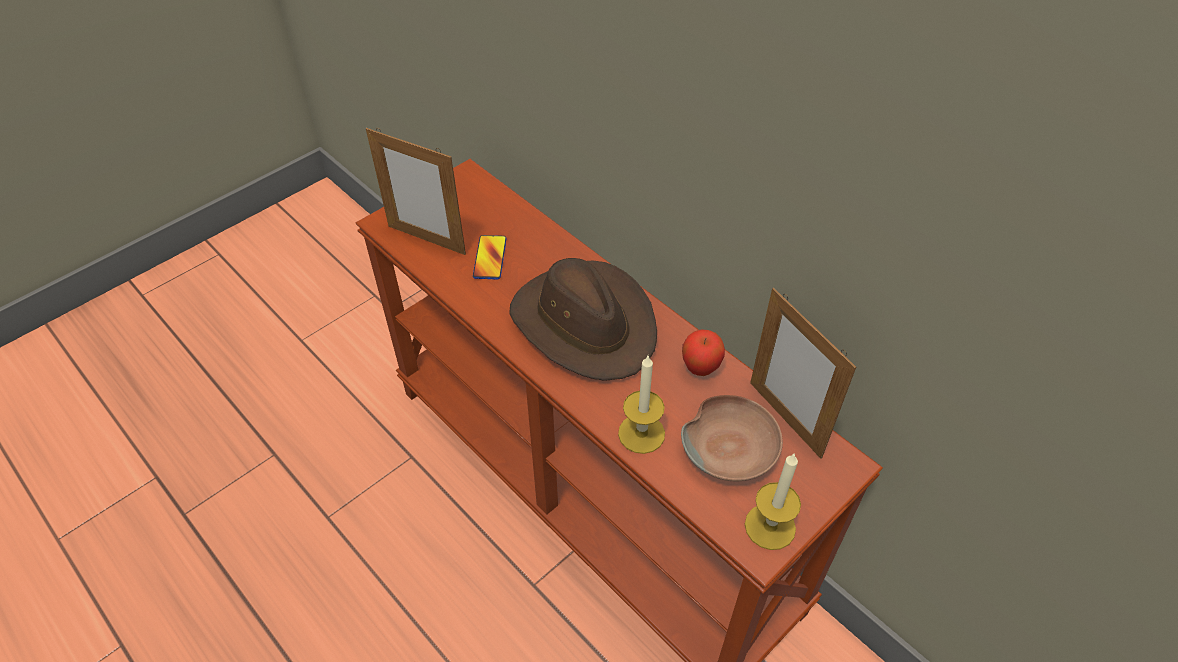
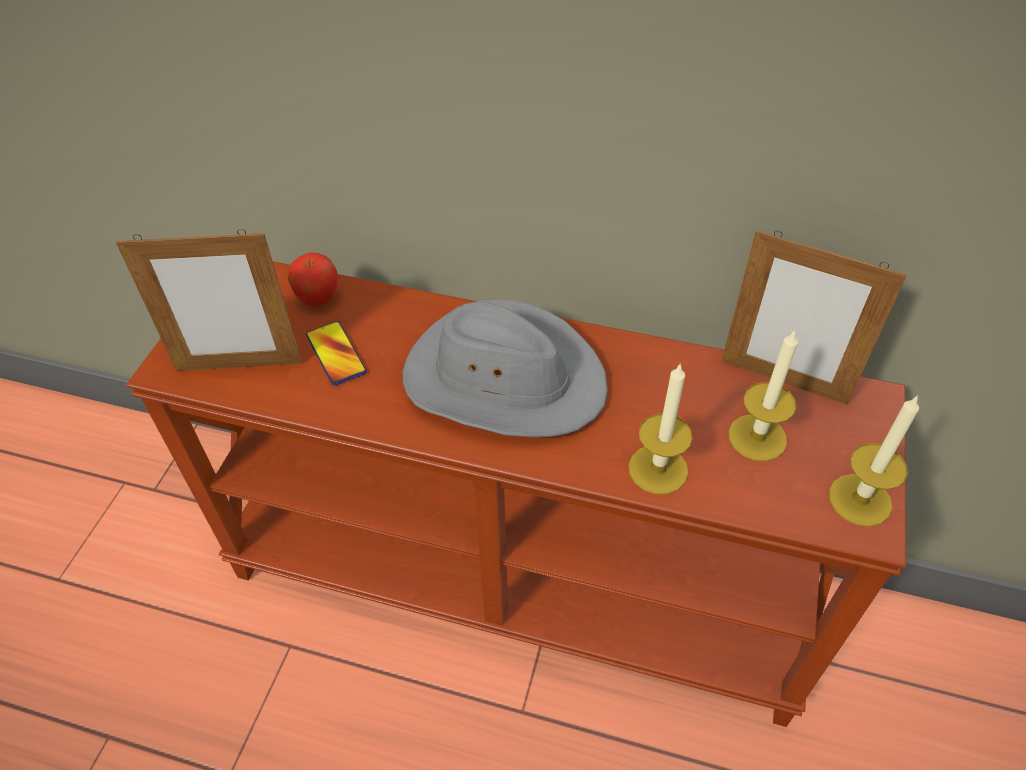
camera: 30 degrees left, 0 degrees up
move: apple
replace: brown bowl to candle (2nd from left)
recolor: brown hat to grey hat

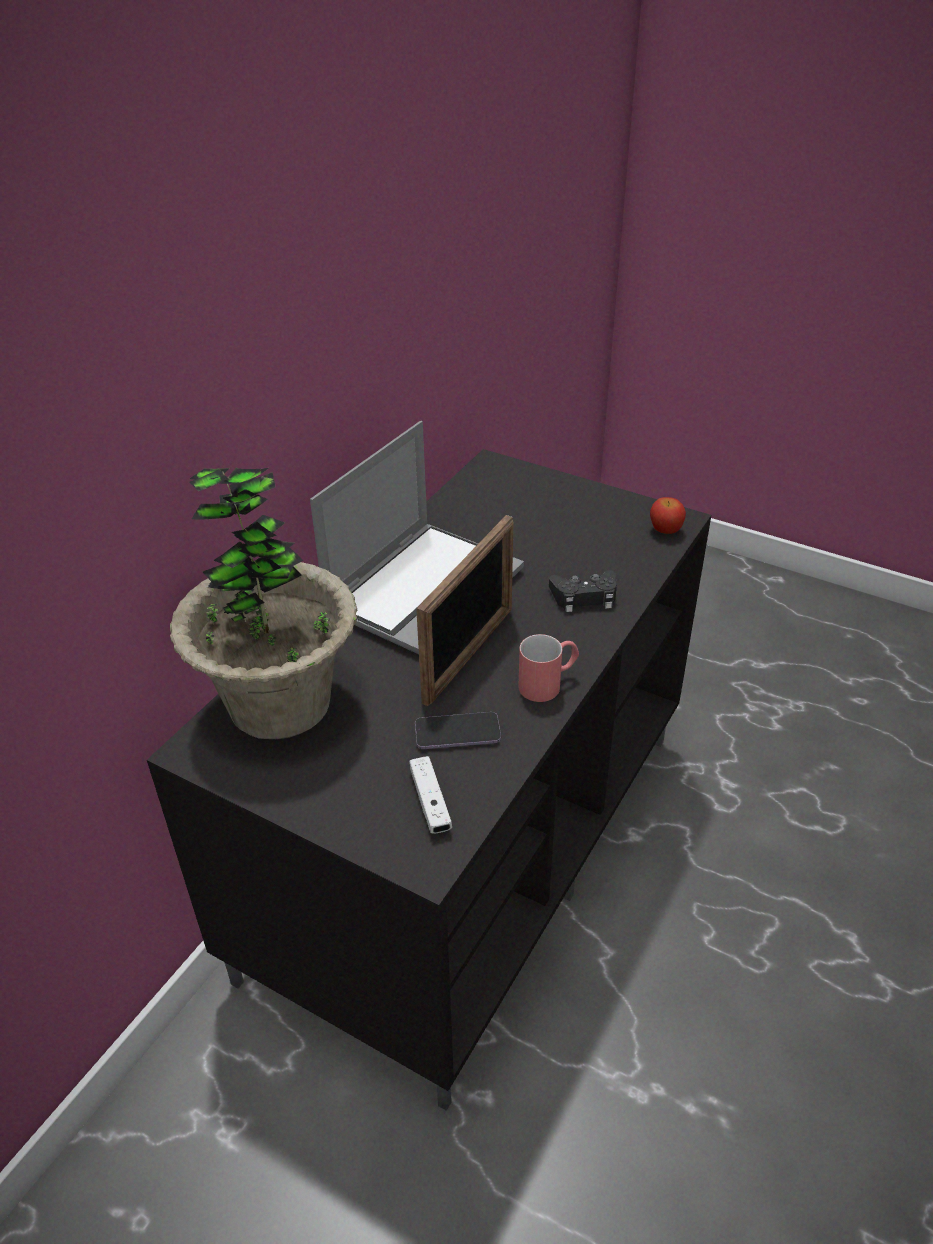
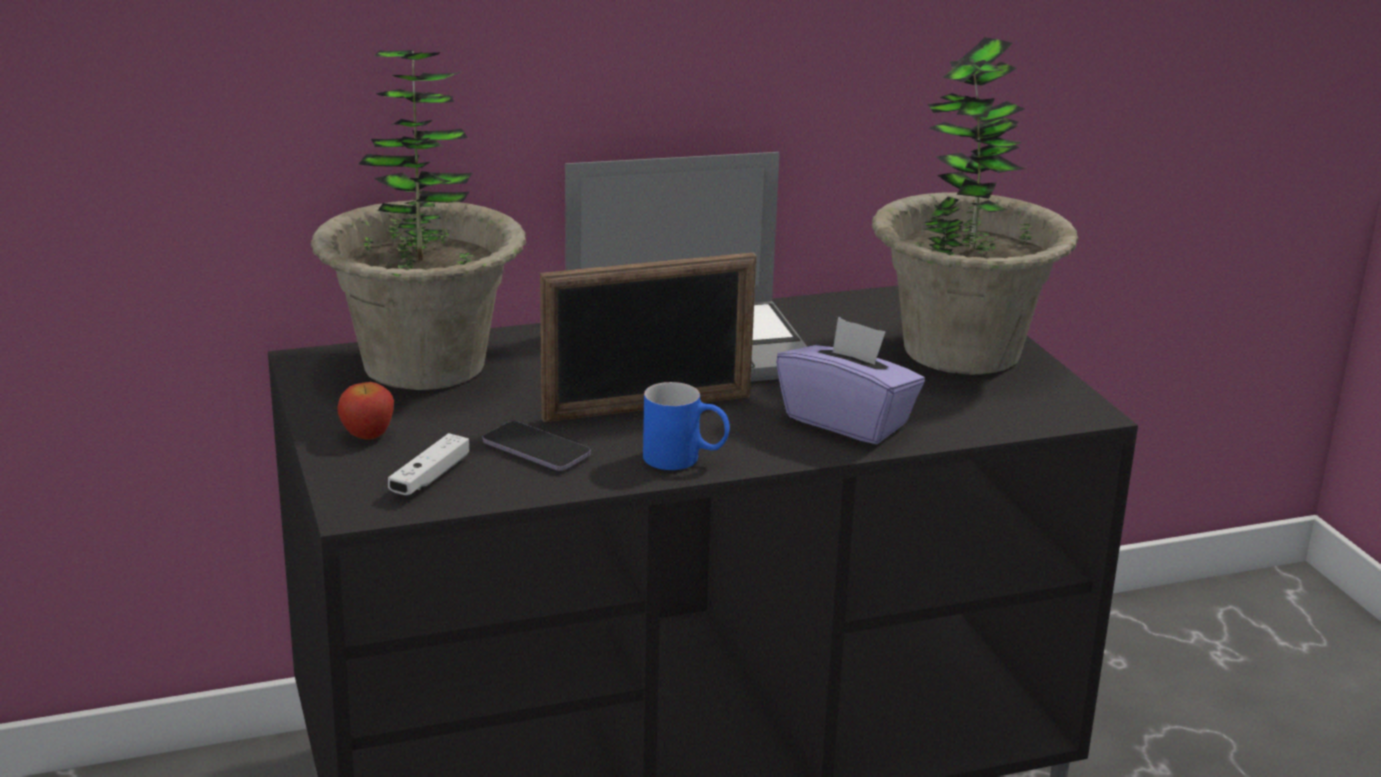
camera: 40 degrees right, 15 degrees down
insert: potted plant (2nd from left)
move: apple
replace: black game controller to purple tissue box
recolor: red mug to blue mug

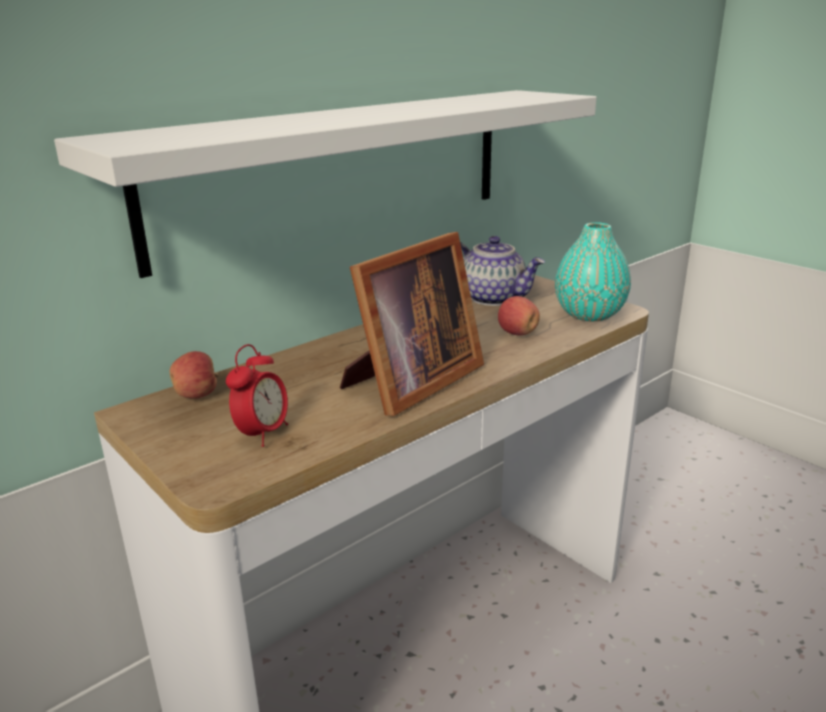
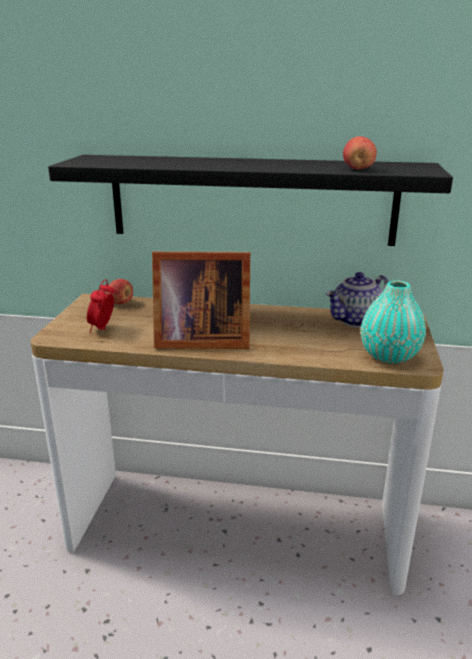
camera: 50 degrees right, 0 degrees up
move: apple (2nd from left)
recolor: white shelf to black shelf
rotate: alarm clock 120 degrees clockwise; teapot 60 degrees clockwise

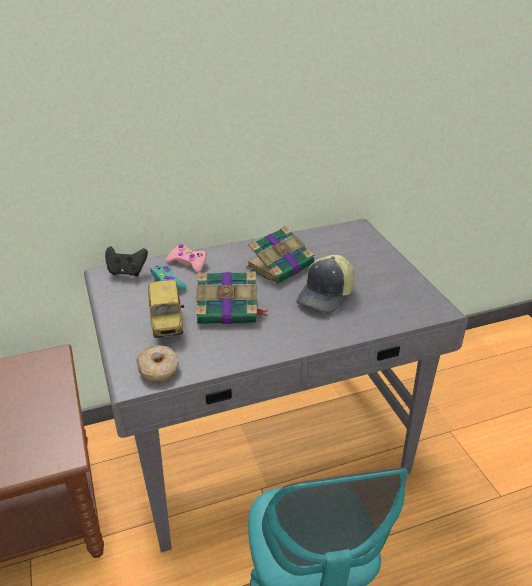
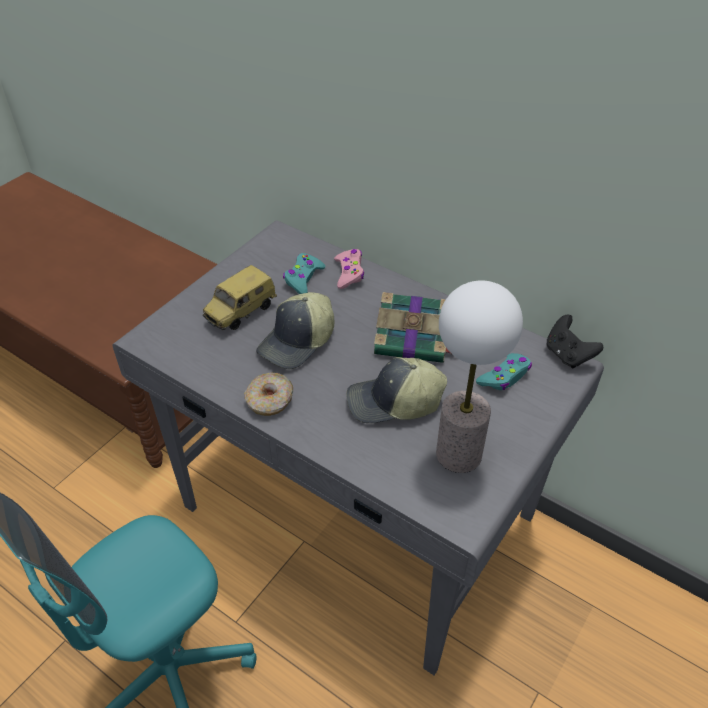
camera: 55 degrees right, 10 degrees up
insert: table lamp; turquoise game controller (2nd from left)
move: black game controller; donut
replace: book (1st from left) to cap (1st from left)

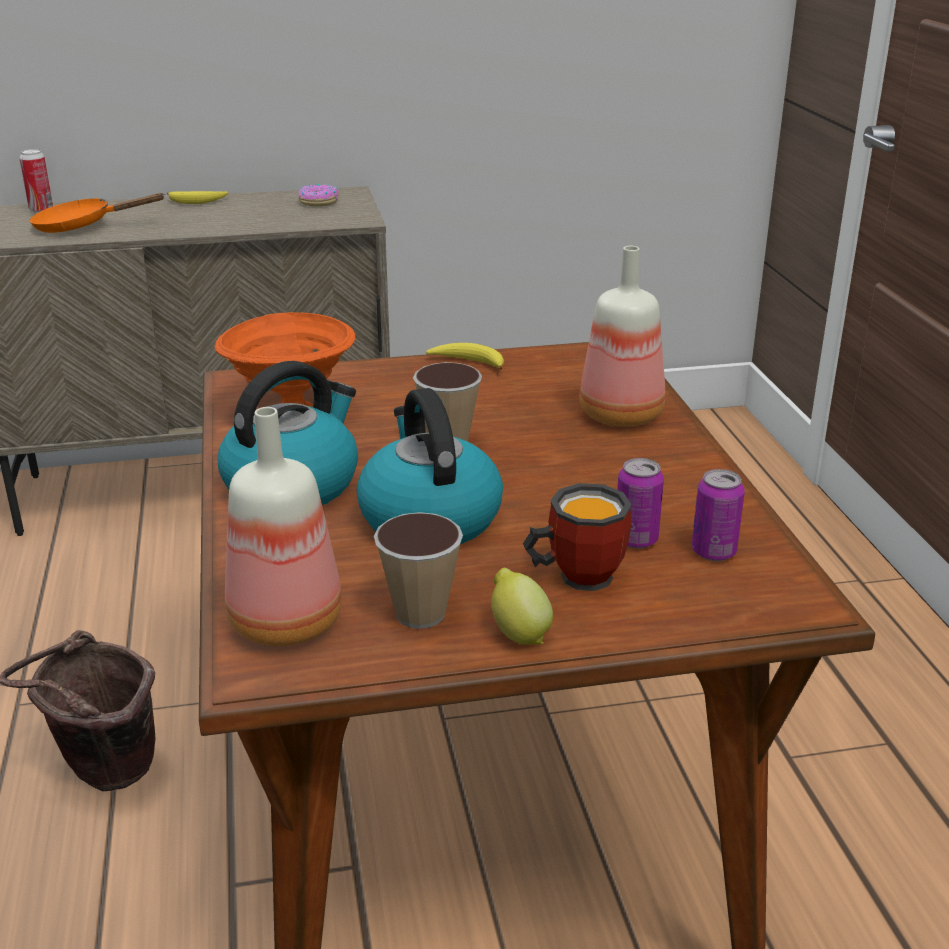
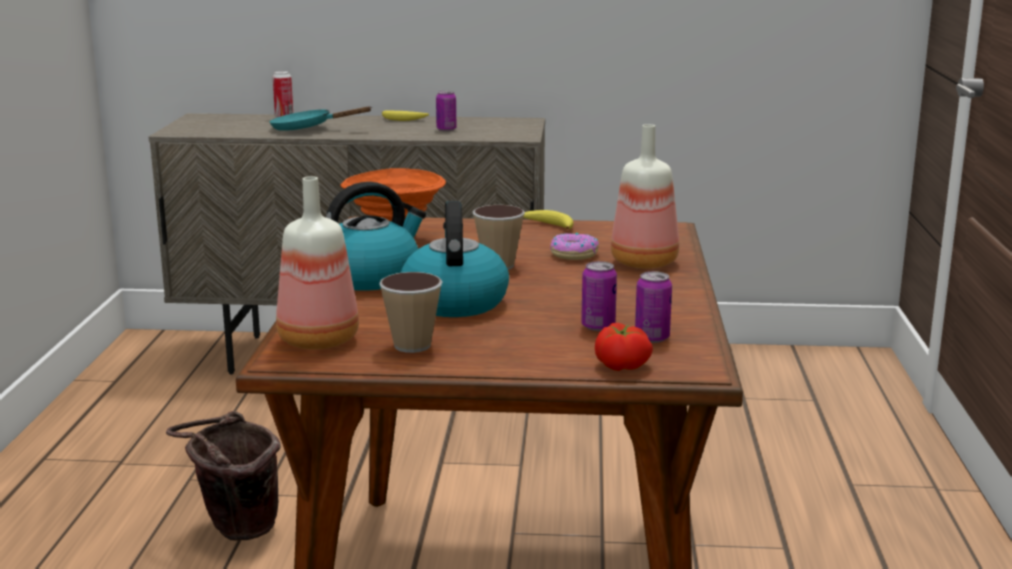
camera: 15 degrees right, 10 degrees down
delete: lemon; mug
insert: can (2nd from left); tomato
move: donut
recolor: orange frying pan to turquoise frying pan

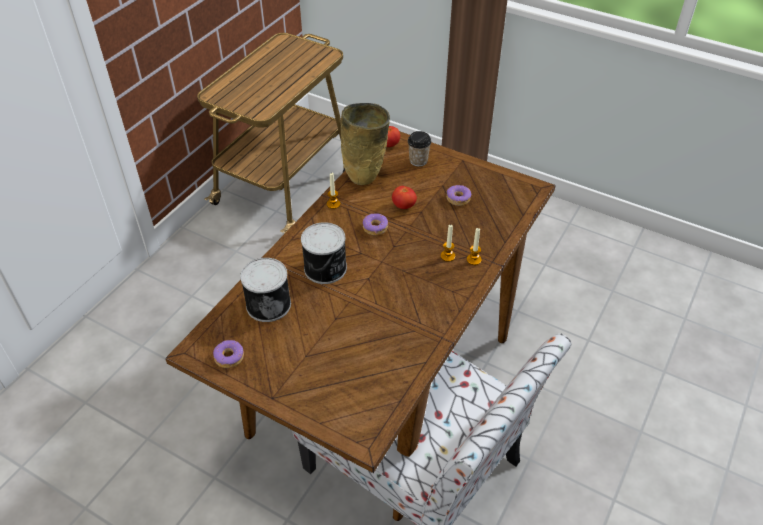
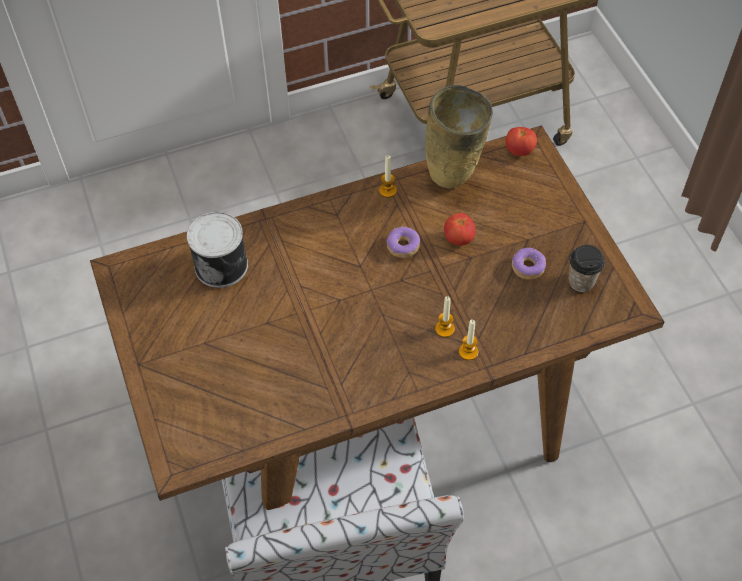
camera: 40 degrees right, 10 degrees up
delete: donut (1st from left); can (2nd from left)
move: cup

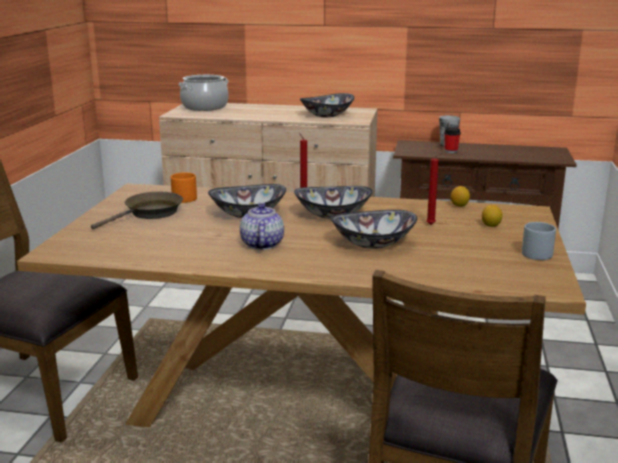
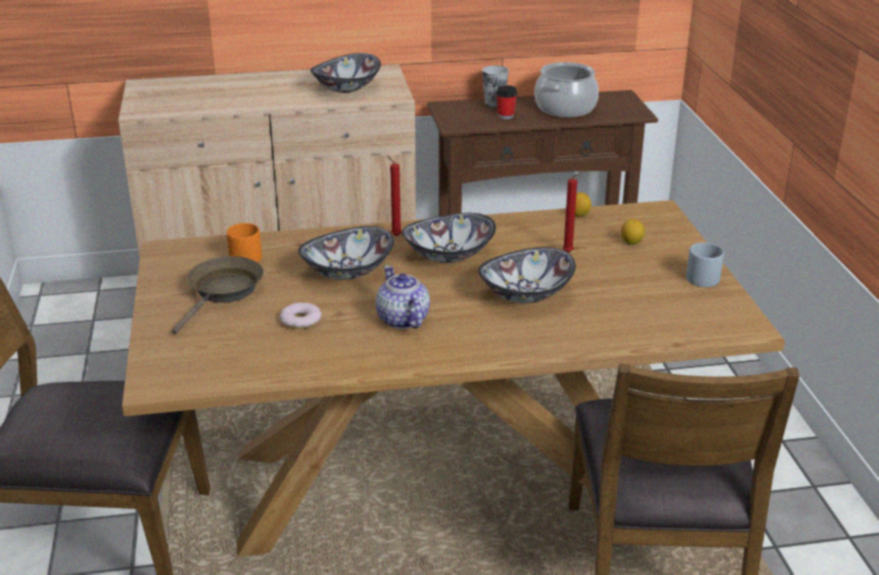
camera: 20 degrees left, 10 degrees up
insert: donut
move: cooking pot

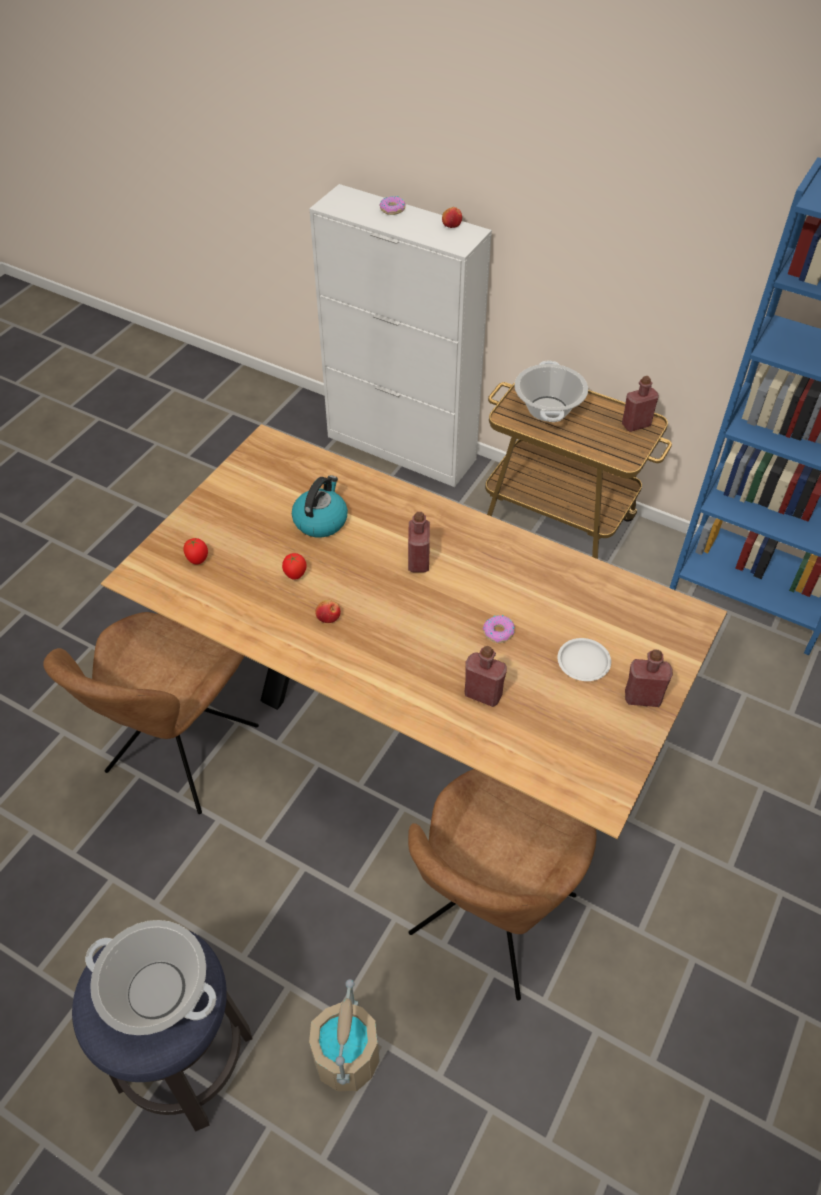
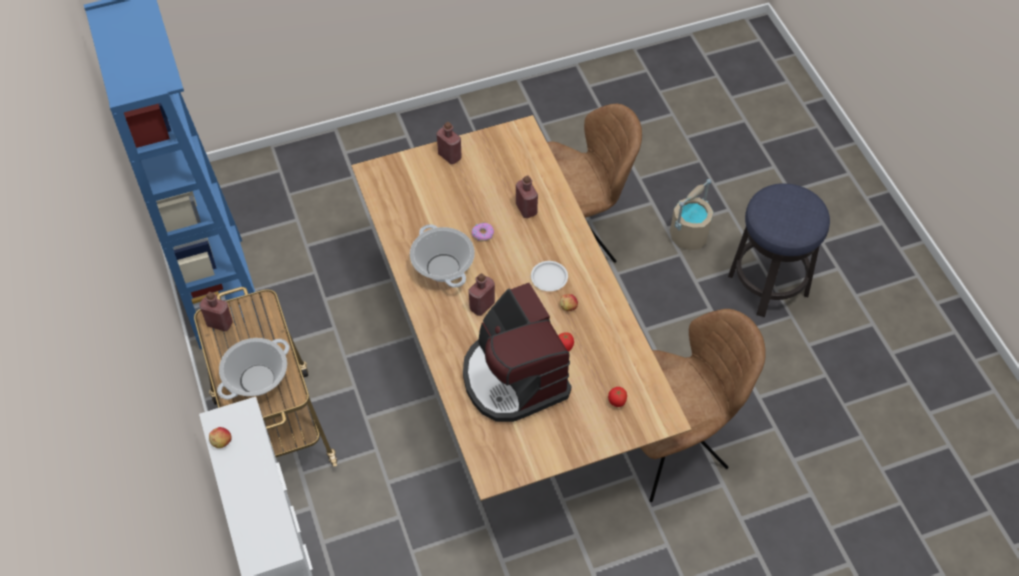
camera: 140 degrees left, 5 degrees up
delete: donut (1st from left)
move: cooking pot (1st from left in the first image) to cooking pot (2nd from left); white plate
replace: kettle to coffee machine

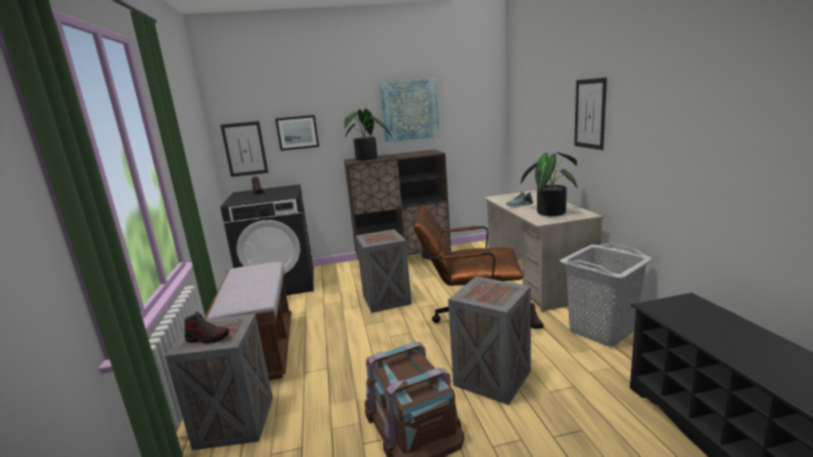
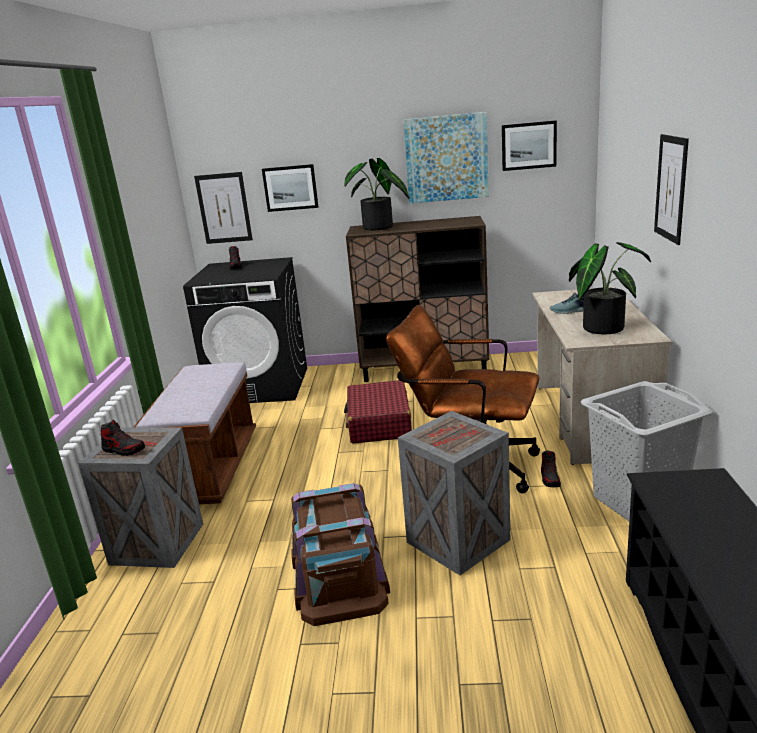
camera: 15 degrees right, 5 degrees up
insert: picture (4th from left)
replace: crate (2nd from left) to red suitcase

